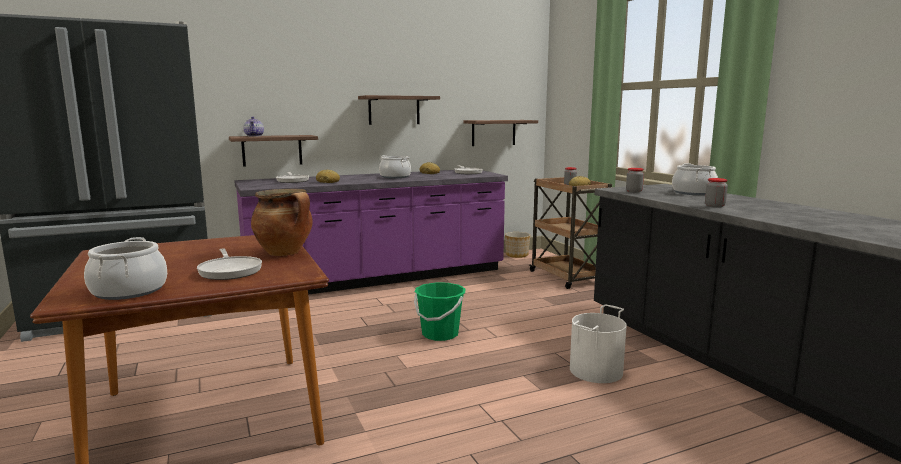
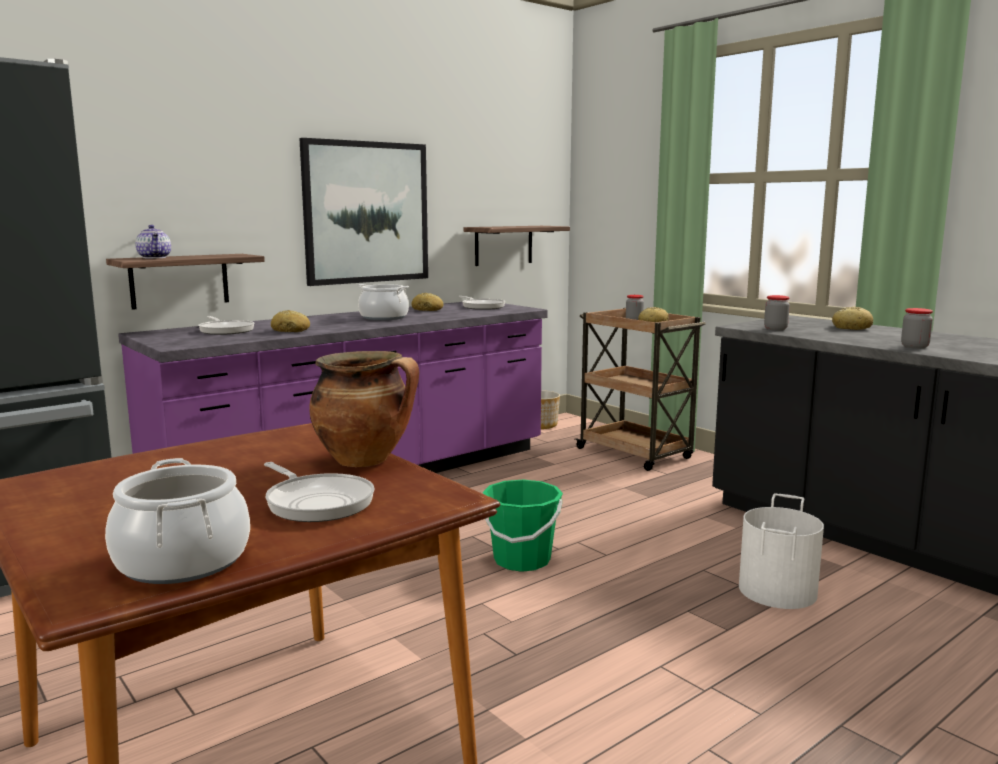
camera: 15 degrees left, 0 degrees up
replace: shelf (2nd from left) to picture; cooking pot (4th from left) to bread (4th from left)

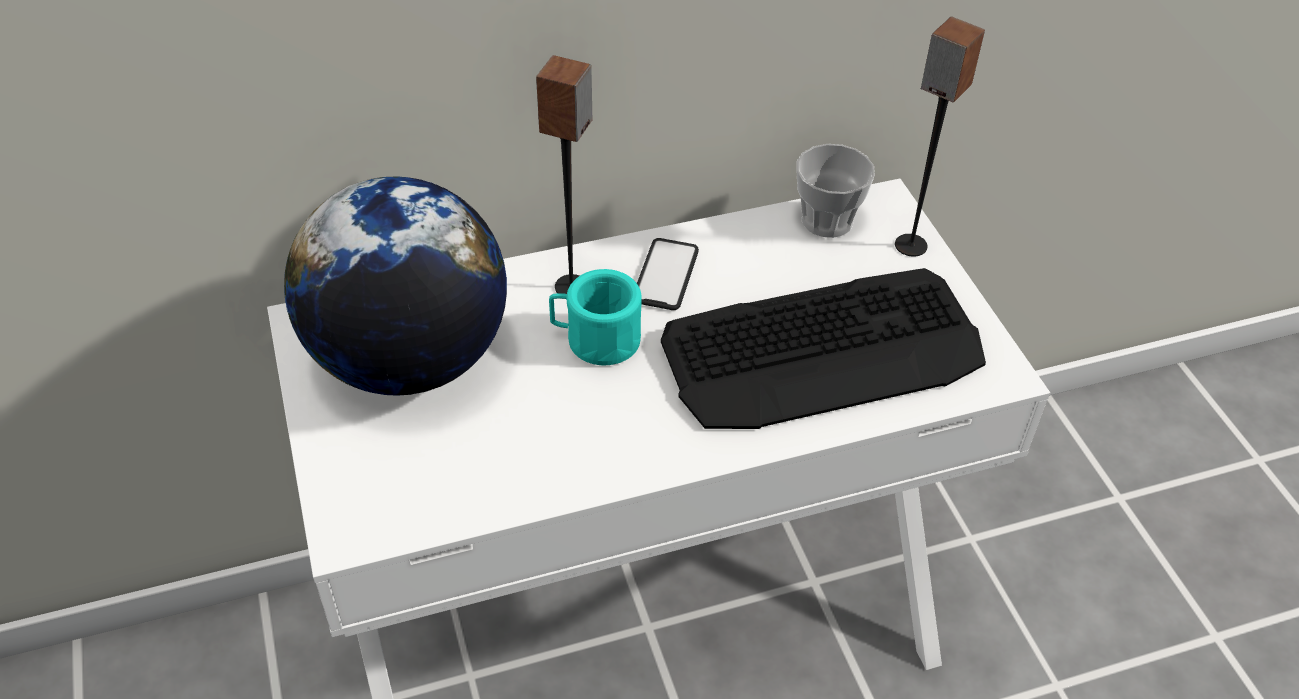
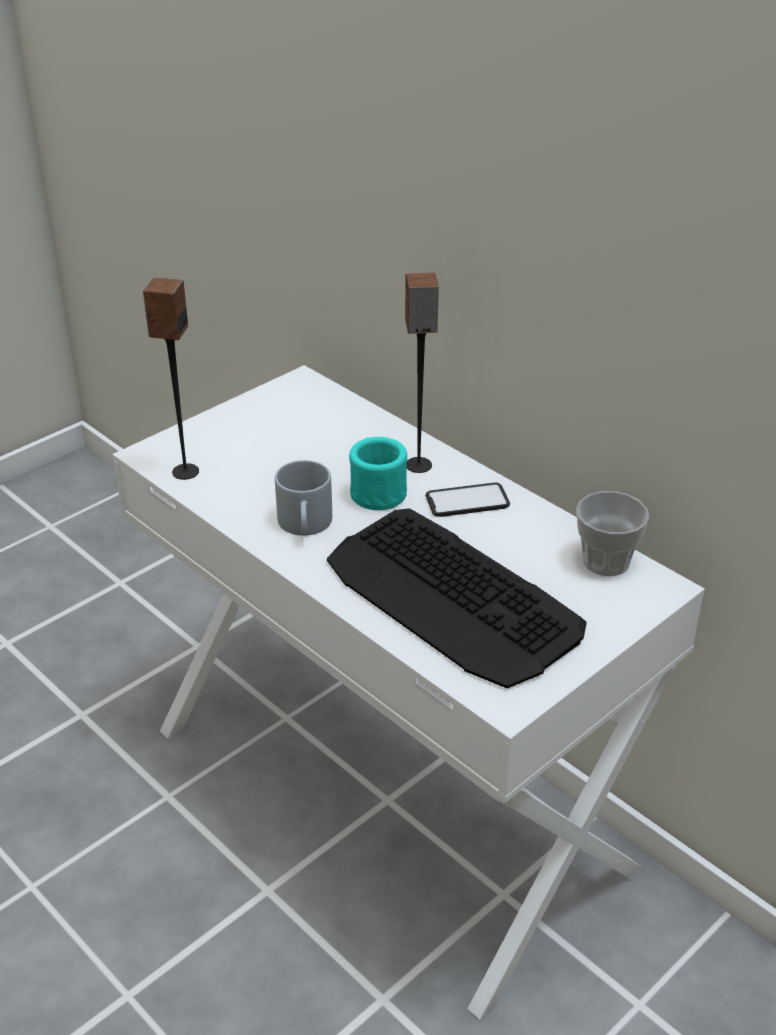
camera: 65 degrees right, 10 degrees down
delete: globe
insert: grey mug
move: speaker (2nd from left in the first image) to speaker (1st from left)

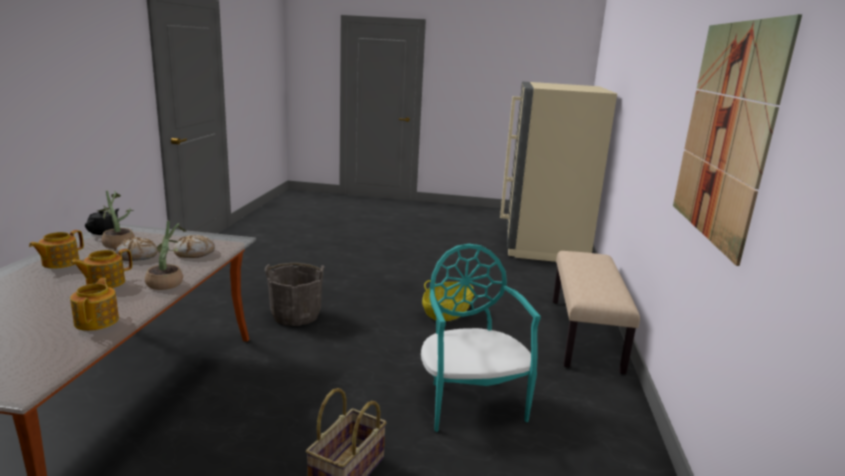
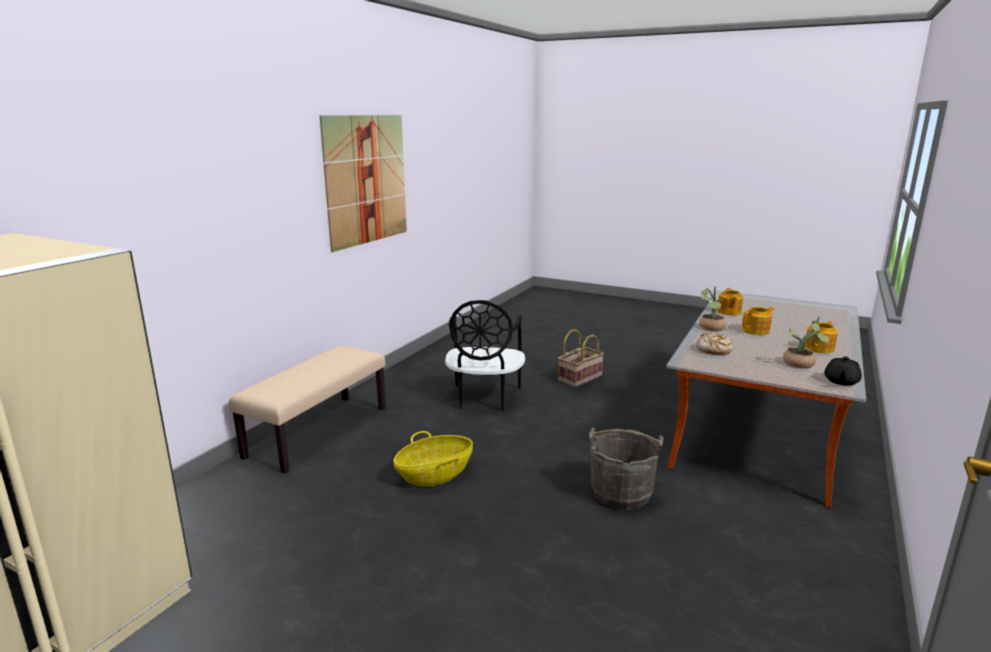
camera: 160 degrees left, 0 degrees up
delete: bread (1st from left)
recolor: turquoise chair to black chair

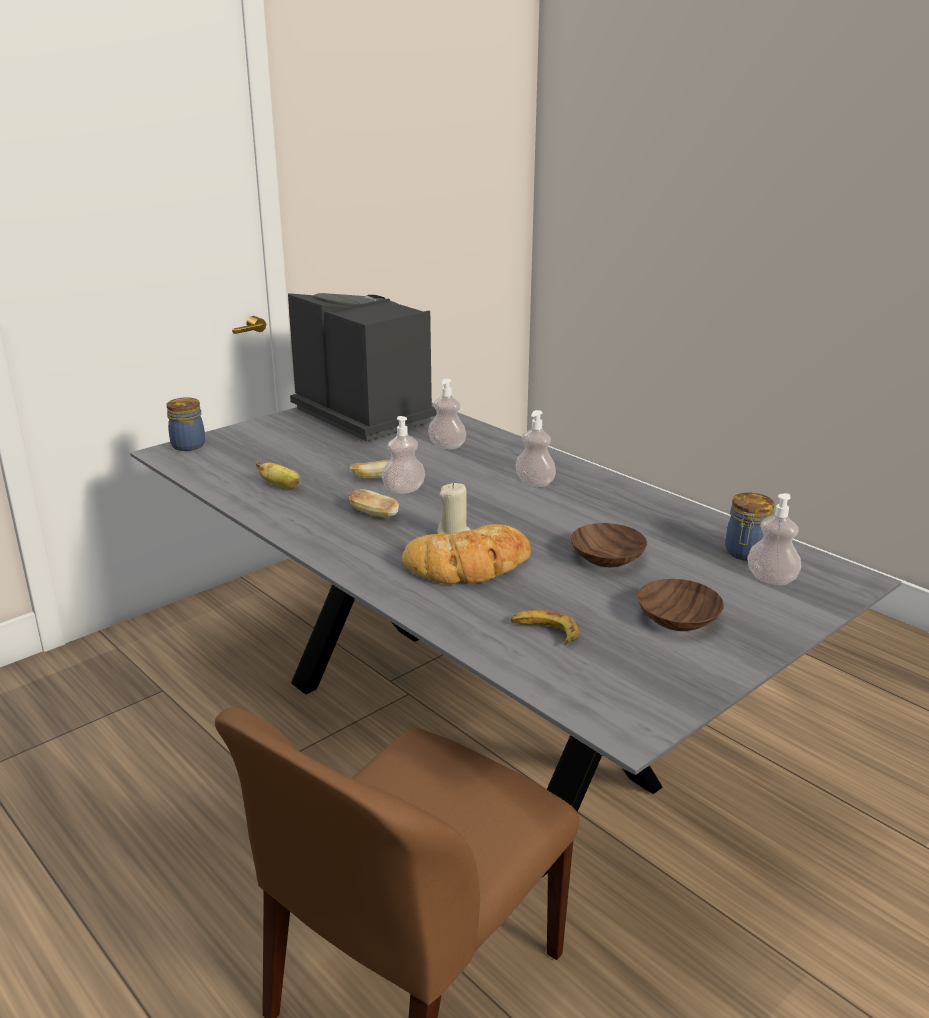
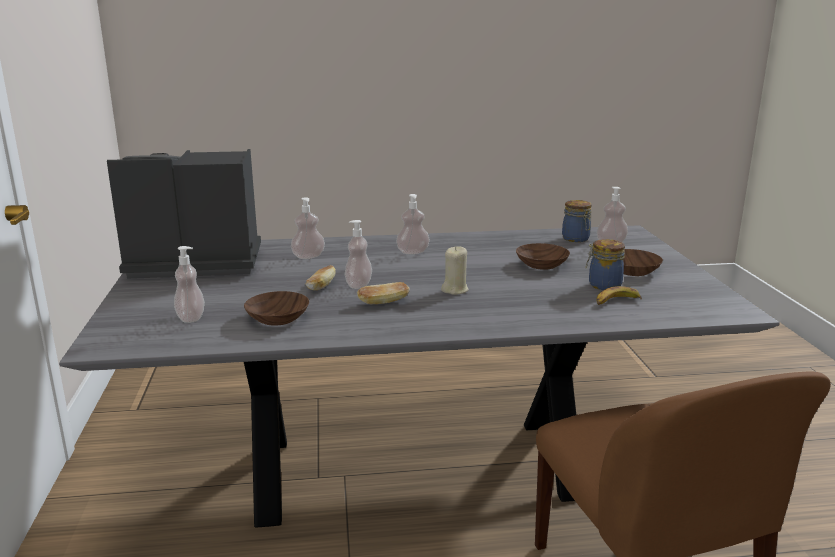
camera: 55 degrees left, 5 degrees down
delete: bread (3rd from left)
insert: soap dispenser (1st from left)
move: jar (1st from left in the first image) to jar (2nd from left)
replace: banana (1st from left) to brown bowl (1st from left)

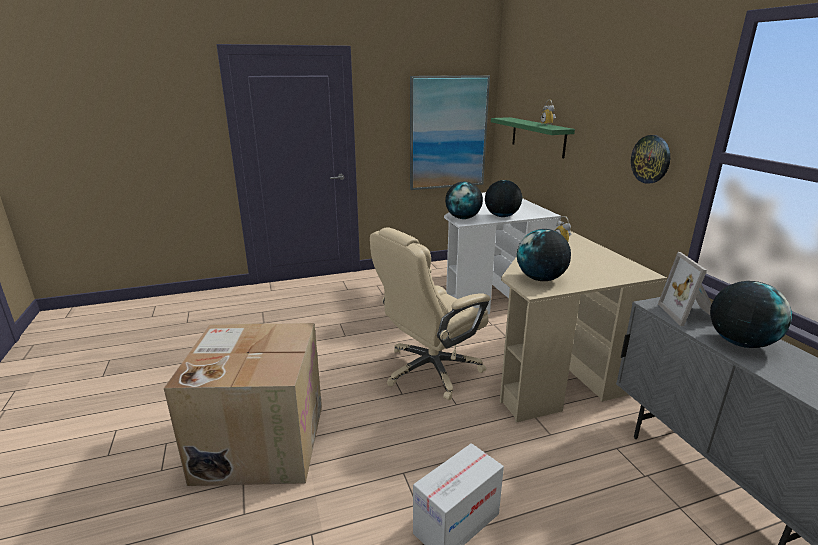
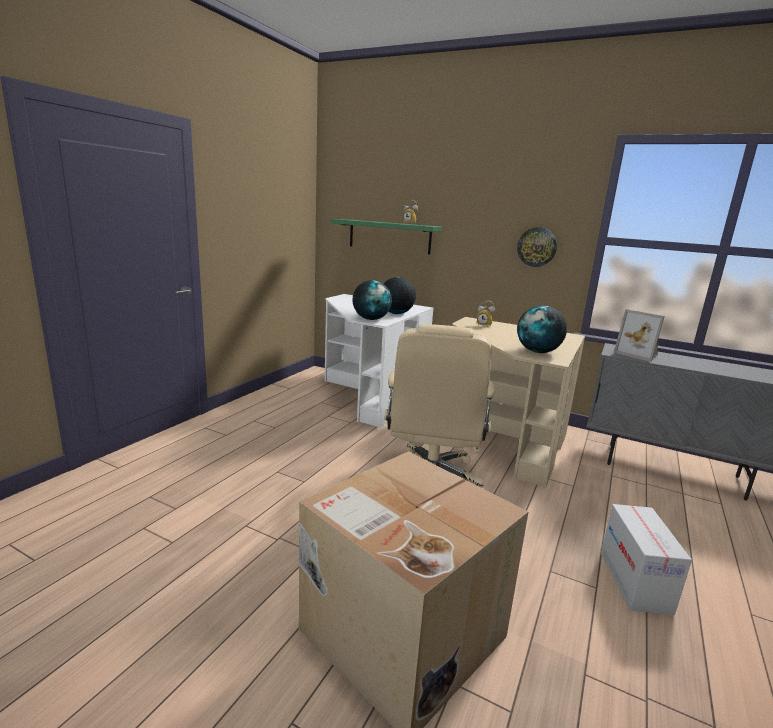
camera: 45 degrees left, 5 degrees down
delete: picture; globe (4th from left)

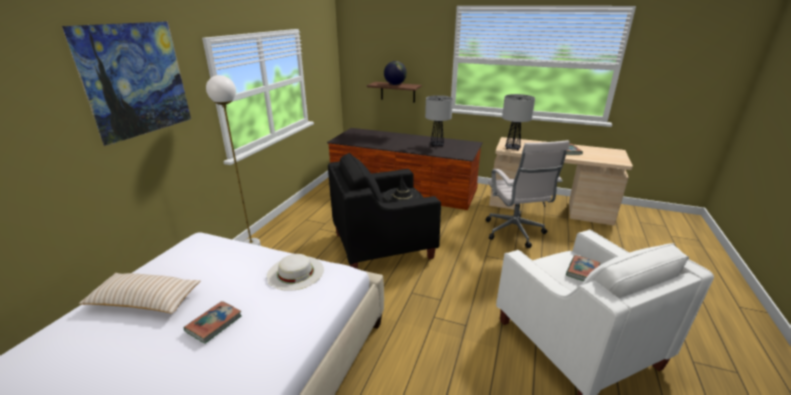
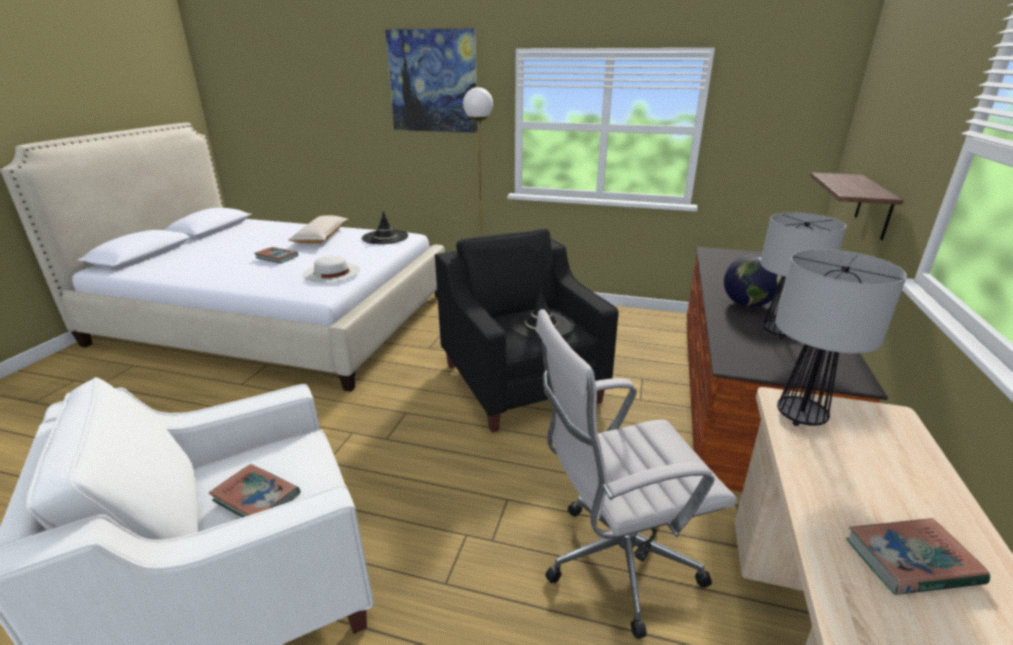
camera: 85 degrees right, 0 degrees up
insert: black hat (1st from left)
move: globe

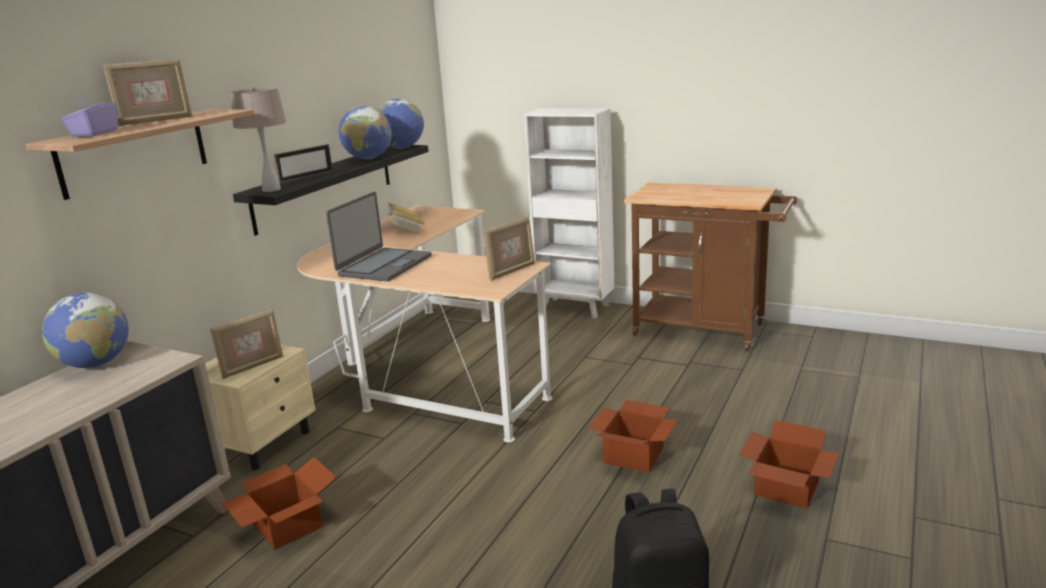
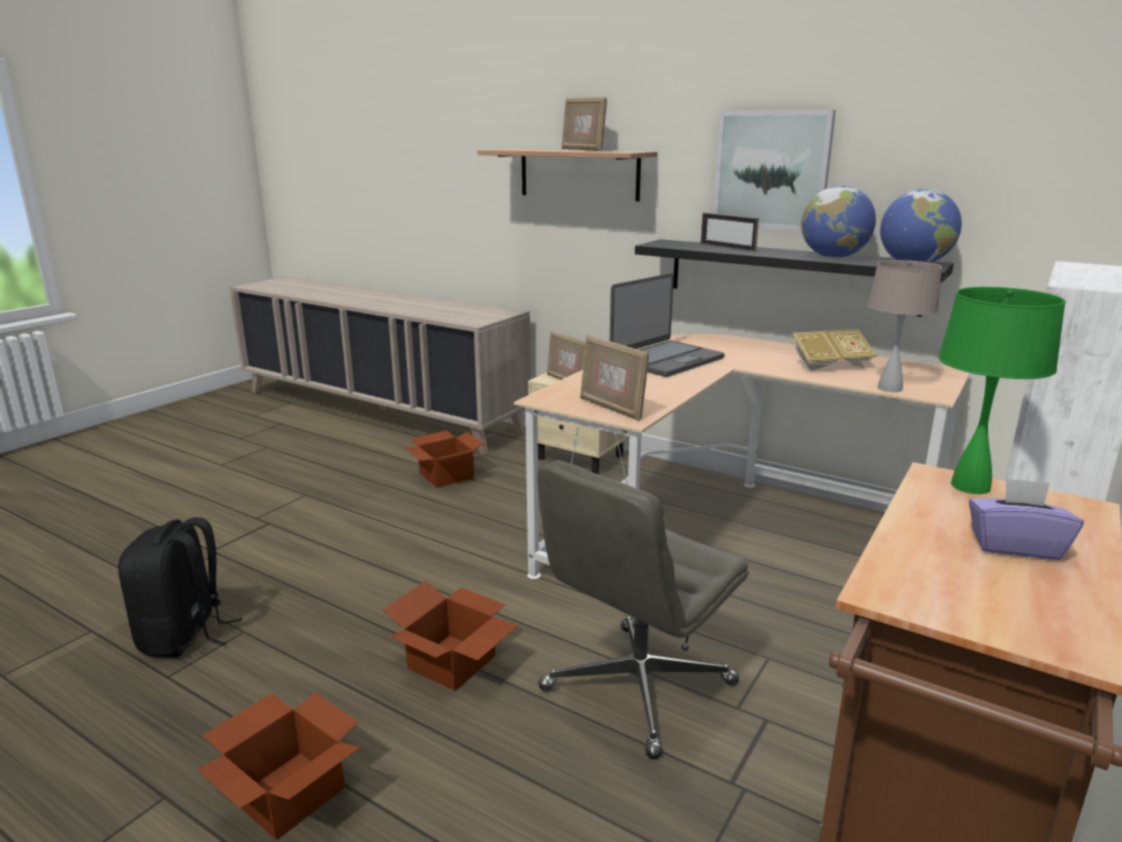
camera: 95 degrees right, 0 degrees up
delete: globe (1st from left)
insert: grey office chair; picture; green table lamp
move: purple tissue box; beige table lamp
rotate: laptop 75 degrees counterclockwise

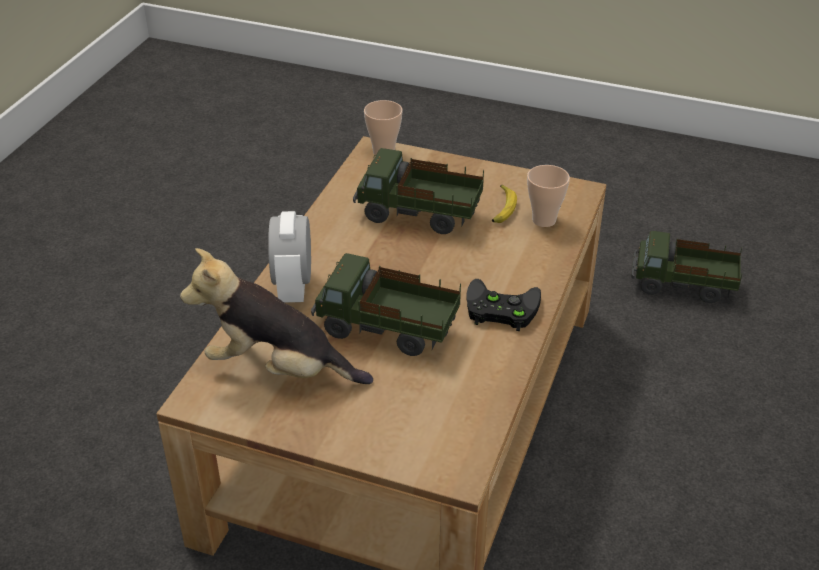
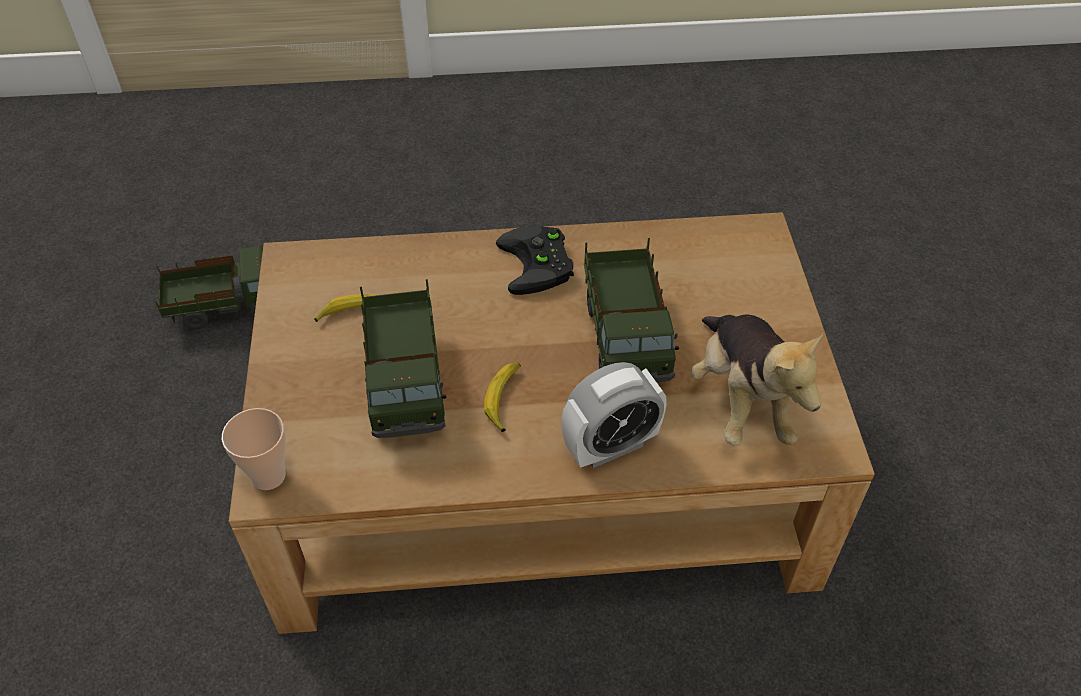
camera: 115 degrees left, 10 degrees up
delete: cup (2nd from left)
insert: banana (2nd from left)
rotate: toy truck (3rd from left in the first image) 90 degrees counterclockwise

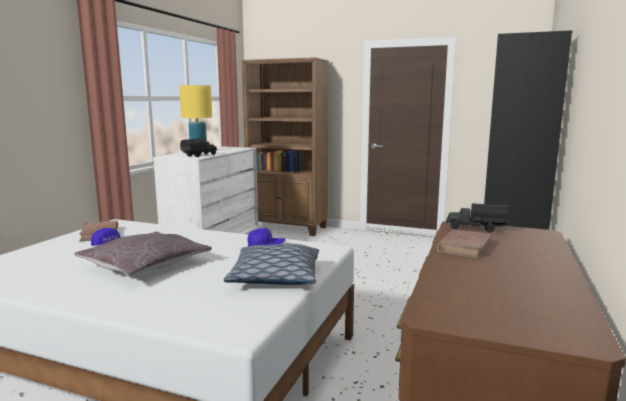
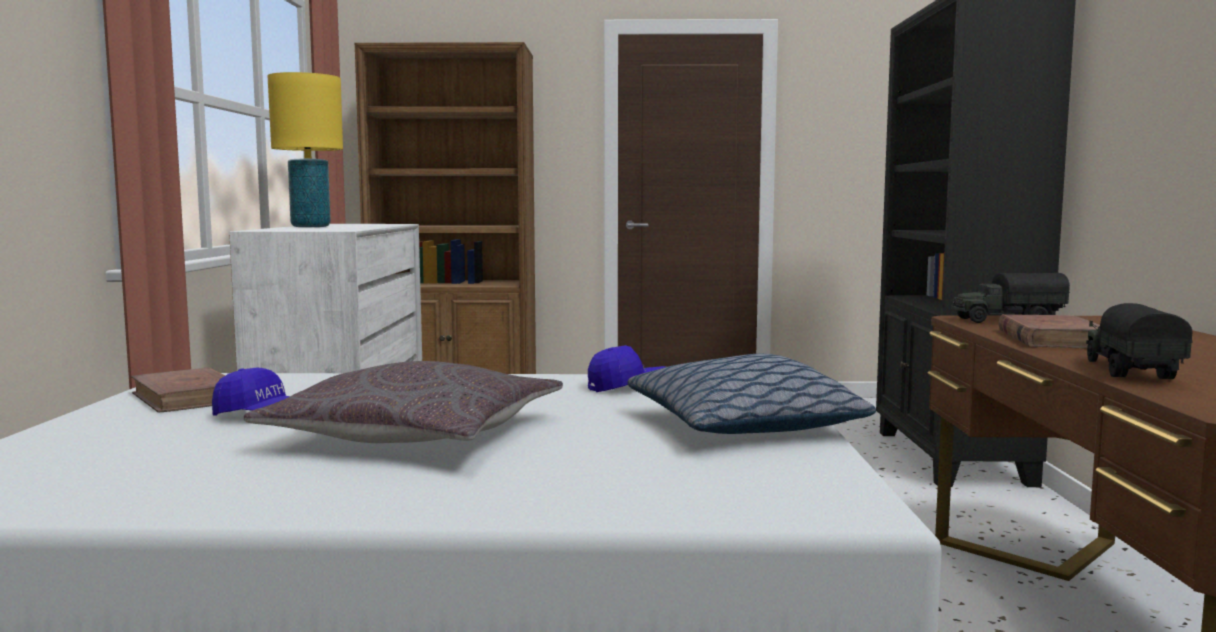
camera: 20 degrees left, 5 degrees down
move: toy truck (1st from left in the first image) to toy truck (2nd from left)

